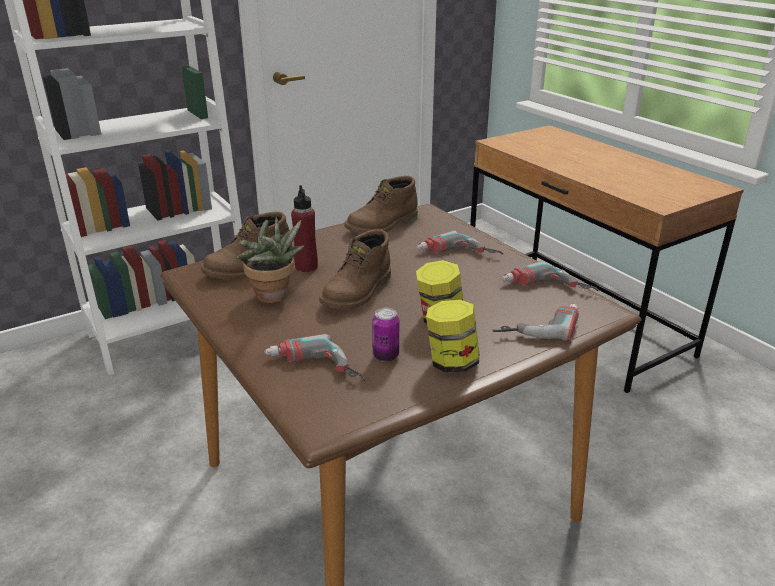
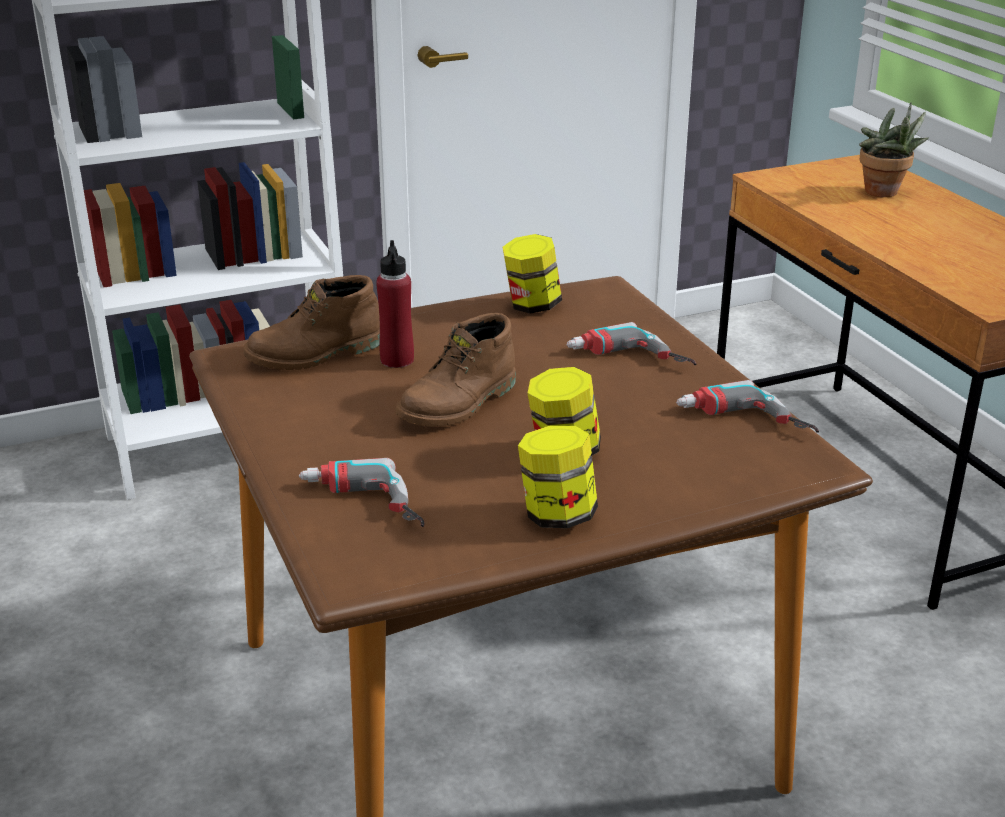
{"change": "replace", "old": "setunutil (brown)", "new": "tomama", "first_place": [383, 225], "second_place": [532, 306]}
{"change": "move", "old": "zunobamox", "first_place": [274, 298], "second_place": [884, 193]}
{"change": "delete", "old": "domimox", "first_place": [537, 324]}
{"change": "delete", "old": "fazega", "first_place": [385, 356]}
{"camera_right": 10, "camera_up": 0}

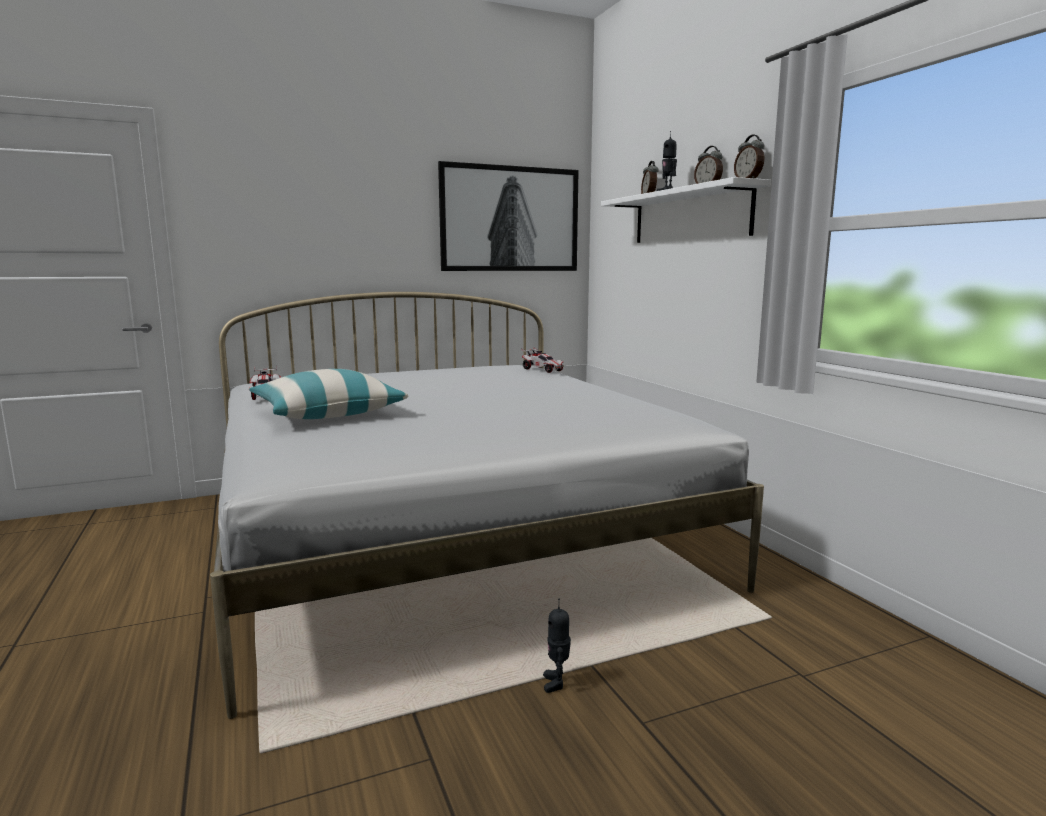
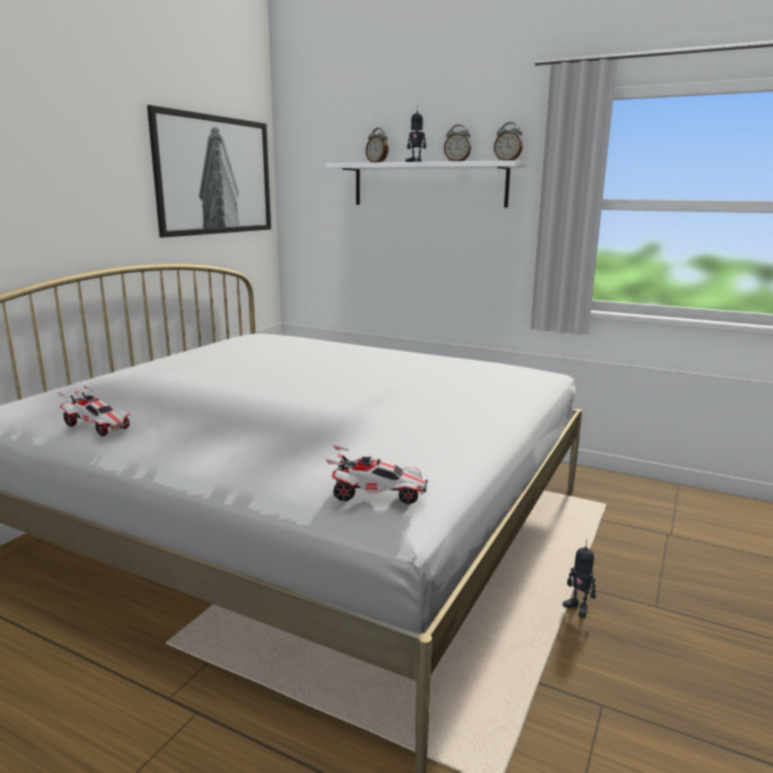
{"change": "move", "old": "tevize", "first_place": [542, 370], "second_place": [377, 494]}
{"change": "delete", "old": "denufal", "first_place": [327, 412]}
{"camera_right": -40, "camera_up": 5}

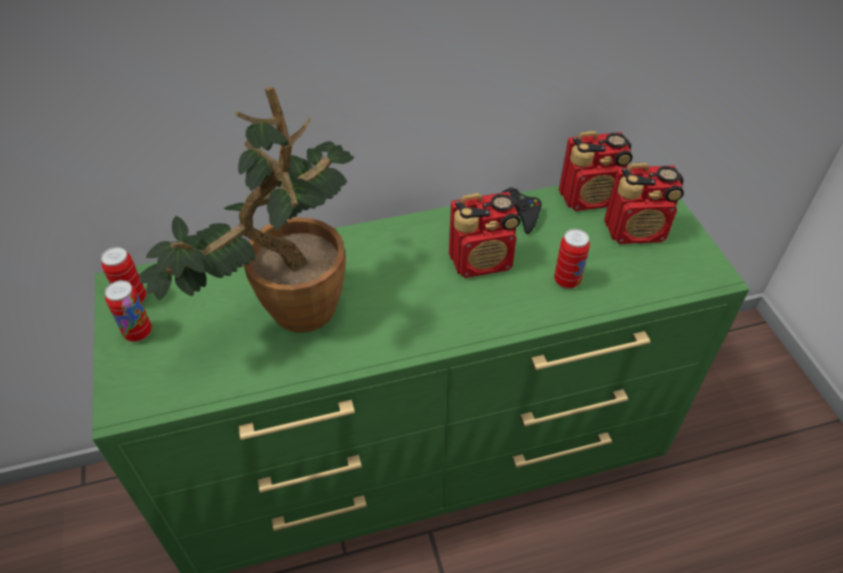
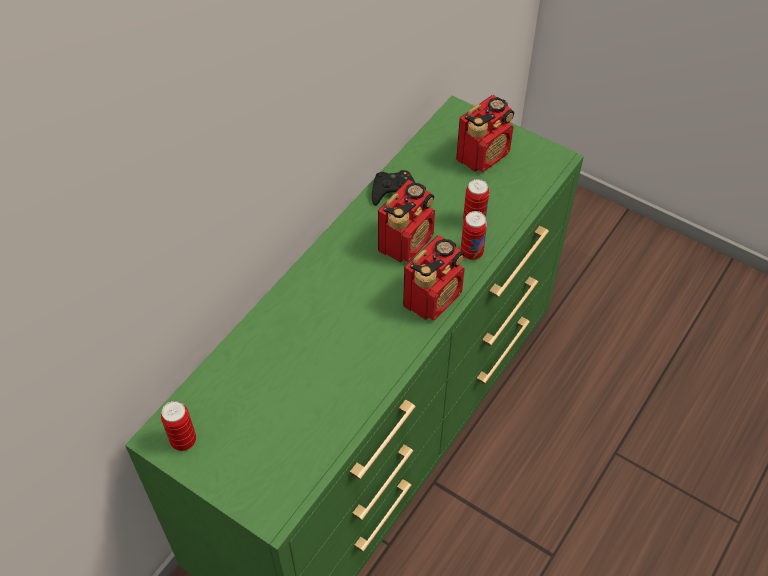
{"change": "delete", "old": "zunobamox", "first_place": [287, 313]}
{"change": "move", "old": "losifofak", "first_place": [590, 198], "second_place": [433, 298]}
{"change": "move", "old": "fazega", "first_place": [138, 332], "second_place": [471, 253]}
{"camera_right": -40, "camera_up": 5}

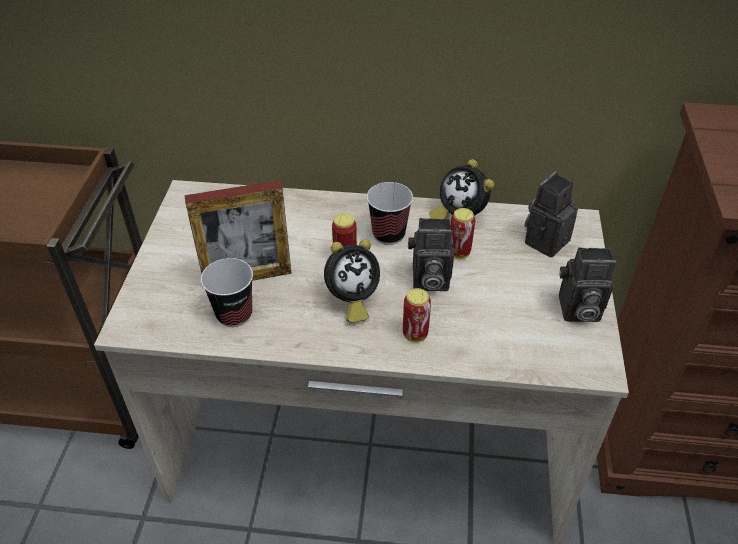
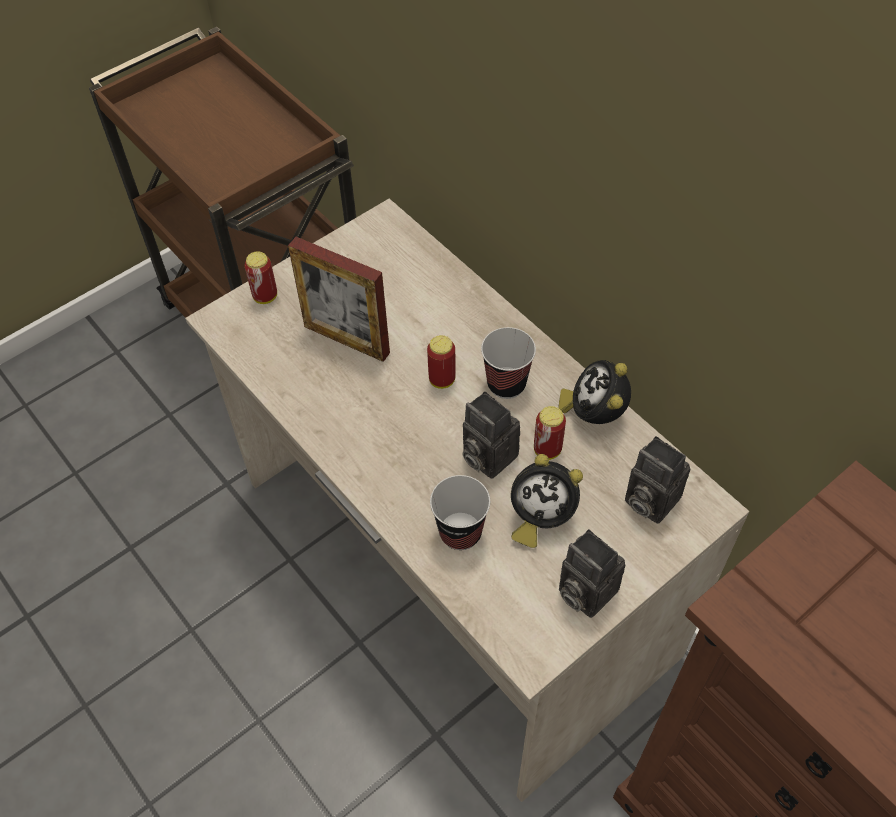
{"change": "rotate", "old": "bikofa", "first_place": [545, 239], "second_place": [648, 500], "degrees": -135}
{"change": "move", "old": "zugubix", "first_place": [351, 300], "second_place": [539, 516]}
{"change": "move", "old": "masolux", "first_place": [234, 314], "second_place": [460, 532]}
{"change": "move", "old": "fazega", "first_place": [415, 334], "second_place": [265, 296]}
{"camera_right": 45, "camera_up": 10}

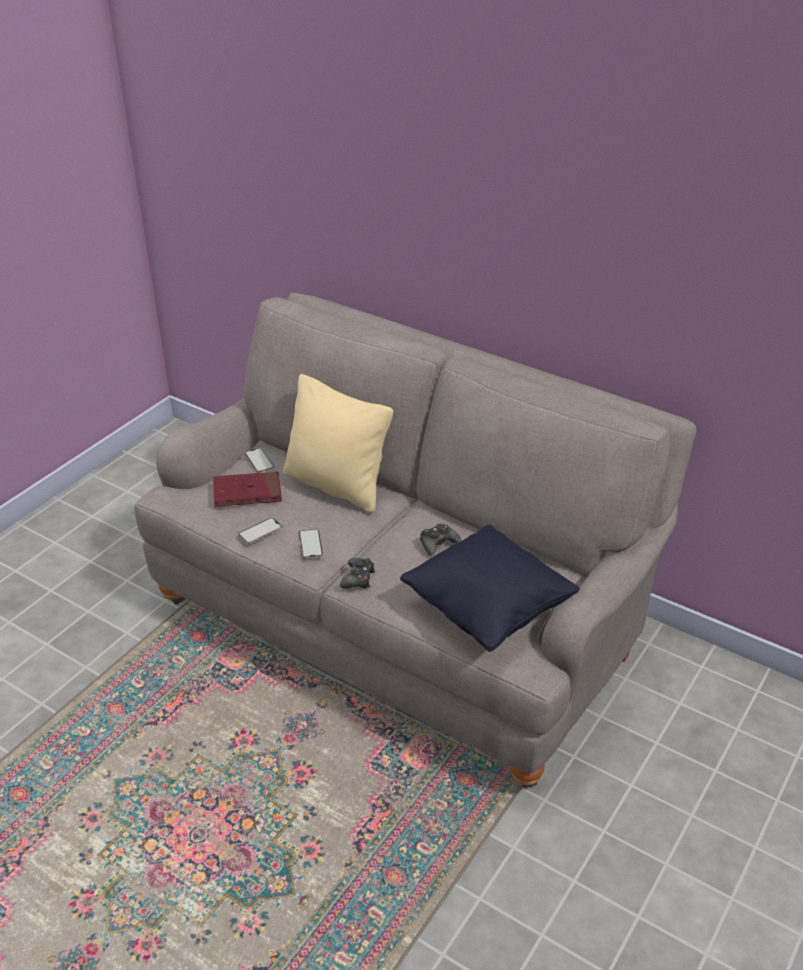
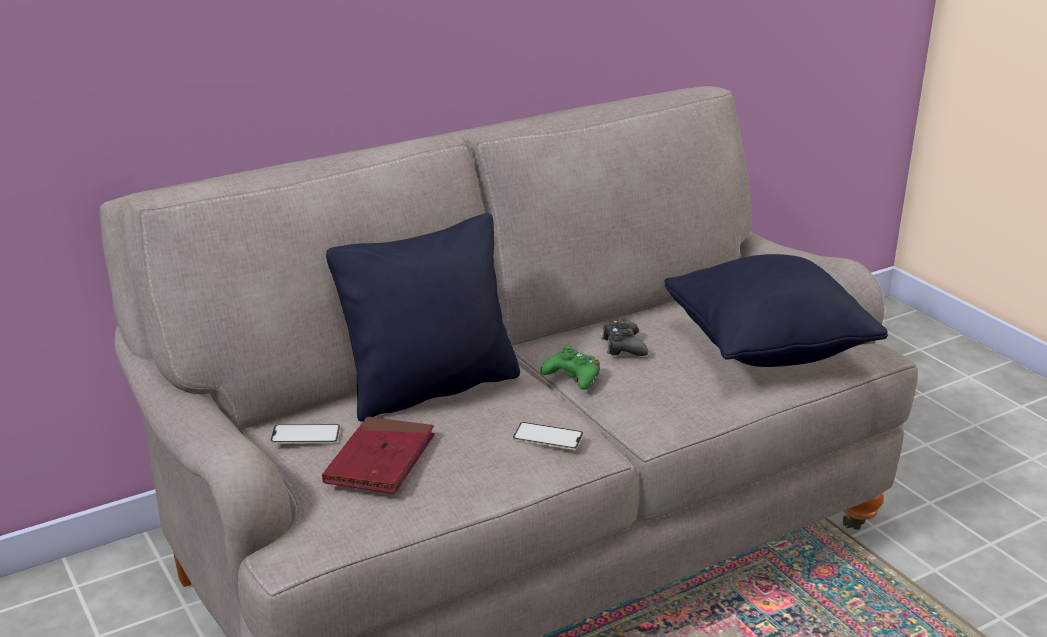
{"change": "recolor", "old": "denufal (beige)", "new": "denufal (black)", "first_place": [336, 485], "second_place": [430, 388]}
{"change": "delete", "old": "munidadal", "first_place": [260, 531]}
{"change": "delete", "old": "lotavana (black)", "first_place": [358, 578]}
{"change": "insert", "new": "lotavana (green)", "second_place": [573, 376]}
{"camera_right": -65, "camera_up": -10}

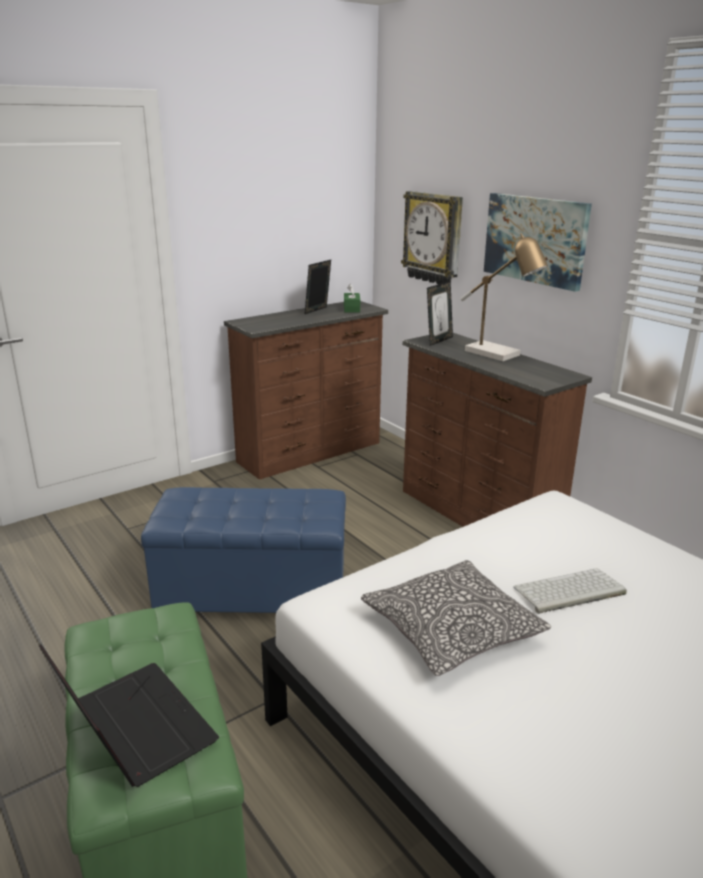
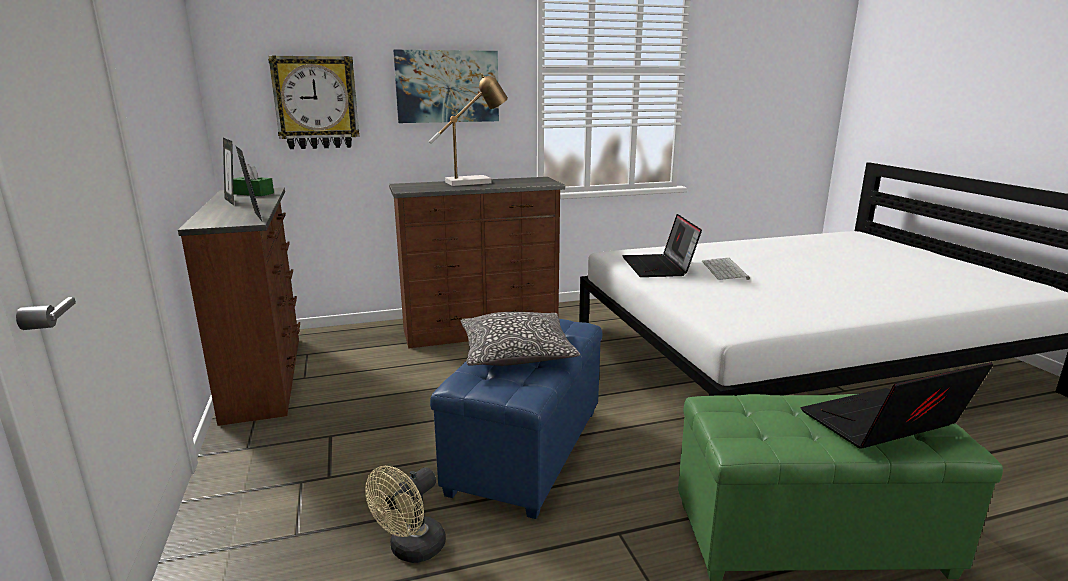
{"change": "move", "old": "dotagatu", "first_place": [438, 340], "second_place": [253, 217]}
{"change": "move", "old": "denufal", "first_place": [451, 630], "second_place": [516, 353]}
{"change": "insert", "new": "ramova", "second_place": [659, 267]}
{"change": "insert", "new": "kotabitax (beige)", "second_place": [411, 550]}
{"camera_right": -70, "camera_up": -5}

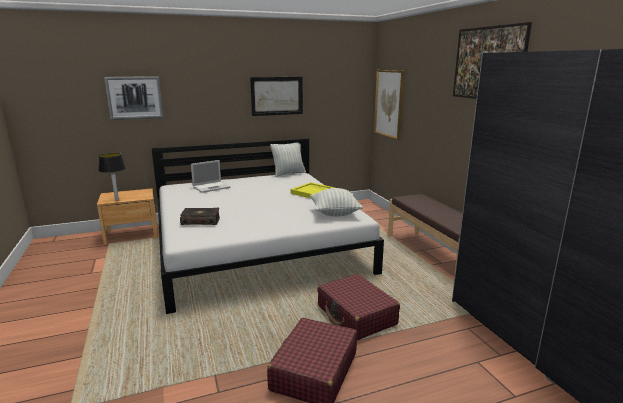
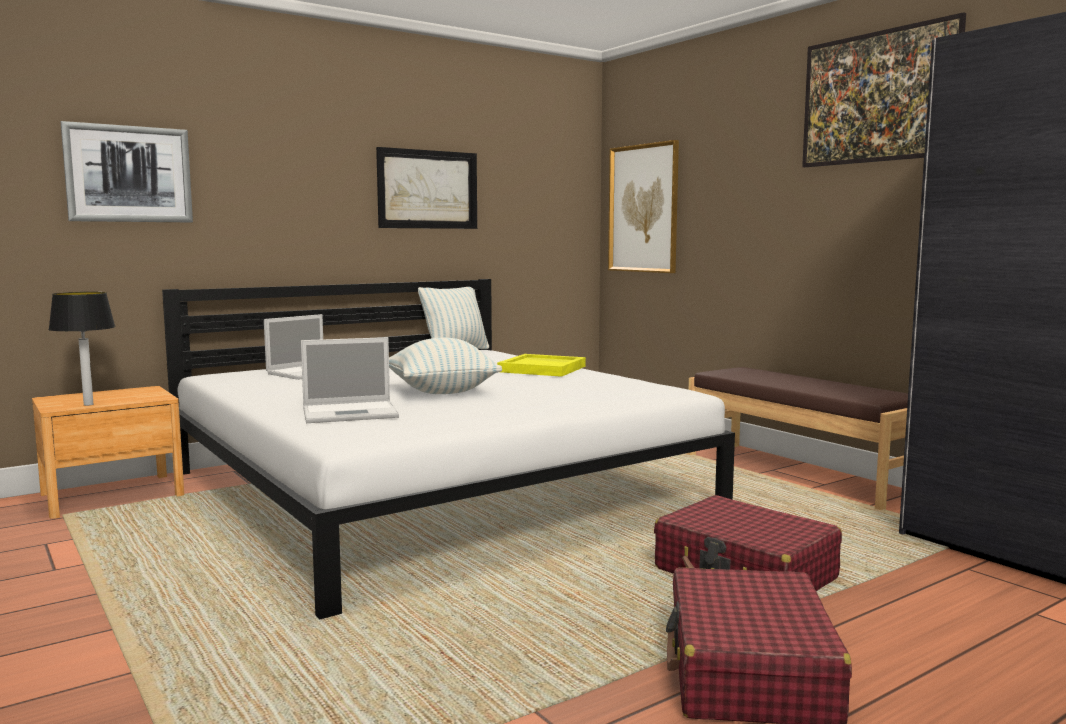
{"change": "move", "old": "denufal", "first_place": [335, 213], "second_place": [441, 391]}
{"change": "replace", "old": "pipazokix", "new": "ramova", "first_place": [201, 221], "second_place": [352, 413]}
{"camera_right": -15, "camera_up": -10}

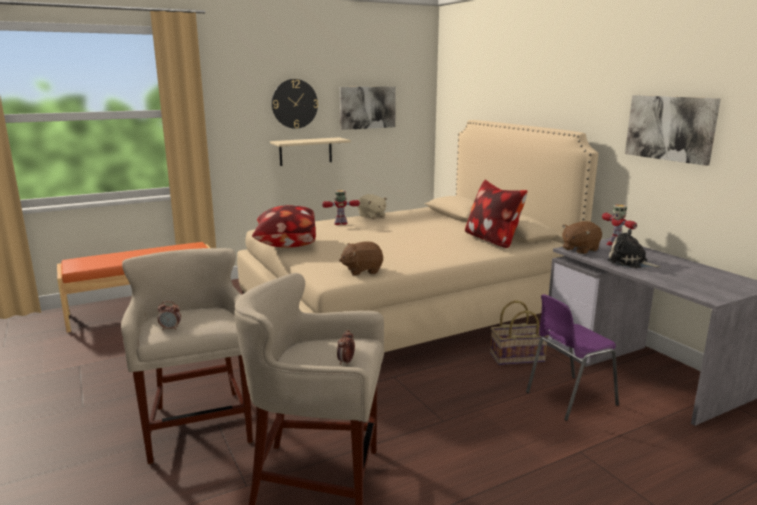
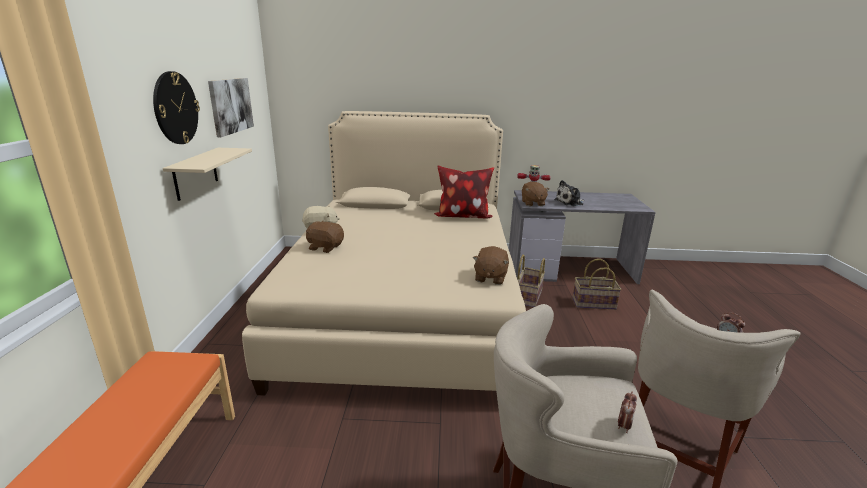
{"change": "delete", "old": "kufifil", "first_place": [670, 128]}
{"change": "replace", "old": "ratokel", "new": "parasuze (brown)", "first_place": [341, 223], "second_place": [325, 247]}
{"change": "delete", "old": "denufal", "first_place": [285, 245]}
{"change": "replace", "old": "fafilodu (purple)", "new": "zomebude", "first_place": [568, 398], "second_place": [593, 304]}
{"camera_right": -60, "camera_up": 5}

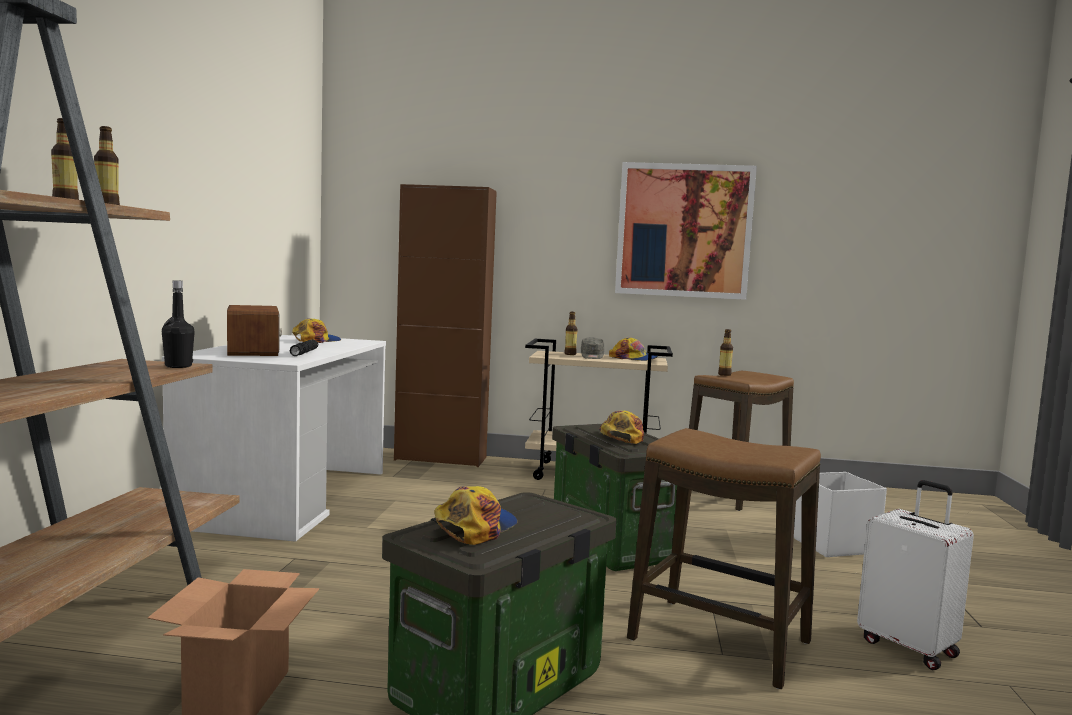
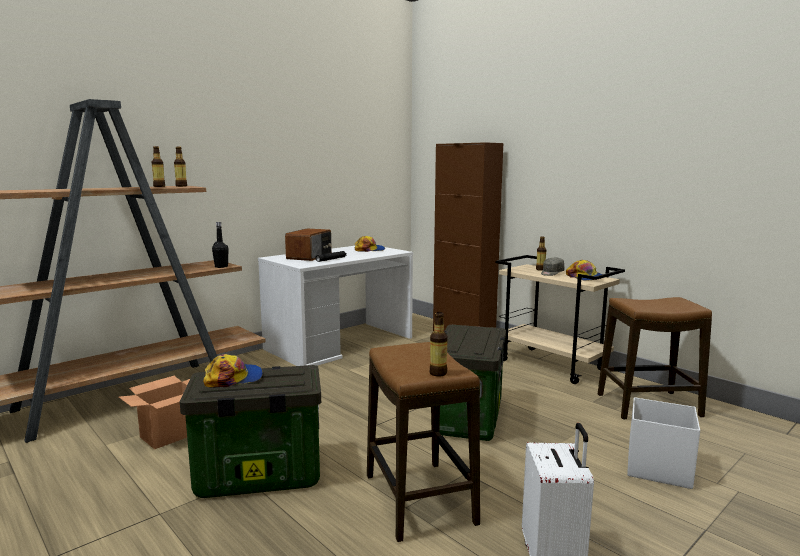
{"change": "delete", "old": "kufifil", "first_place": [684, 231]}
{"change": "move", "old": "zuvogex", "first_place": [724, 375], "second_place": [438, 373]}
{"change": "delete", "old": "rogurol", "first_place": [622, 437]}
{"camera_right": 40, "camera_up": 5}

